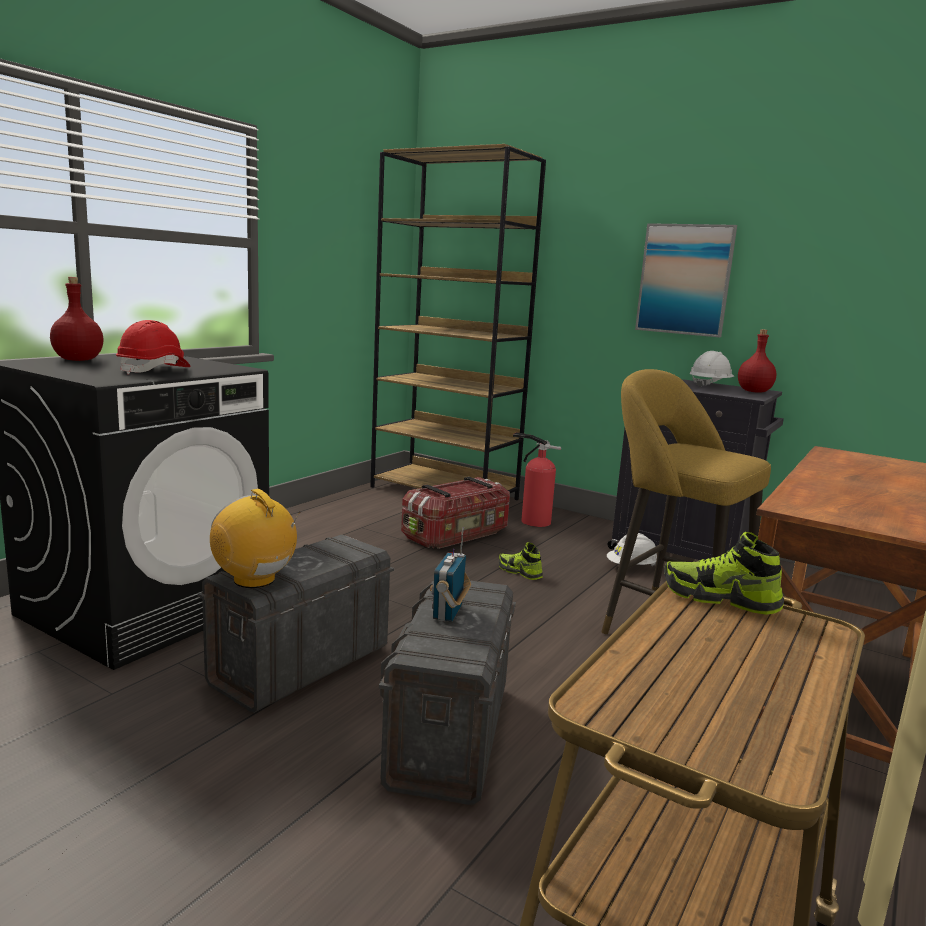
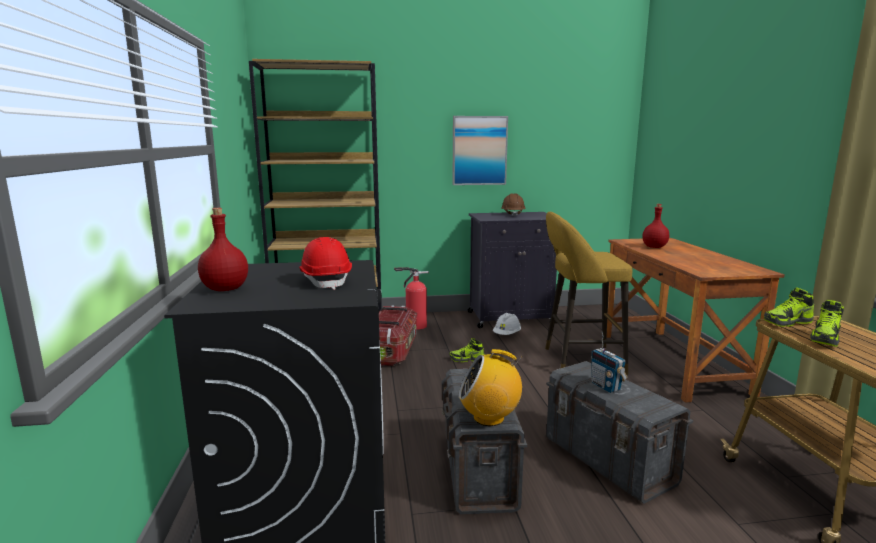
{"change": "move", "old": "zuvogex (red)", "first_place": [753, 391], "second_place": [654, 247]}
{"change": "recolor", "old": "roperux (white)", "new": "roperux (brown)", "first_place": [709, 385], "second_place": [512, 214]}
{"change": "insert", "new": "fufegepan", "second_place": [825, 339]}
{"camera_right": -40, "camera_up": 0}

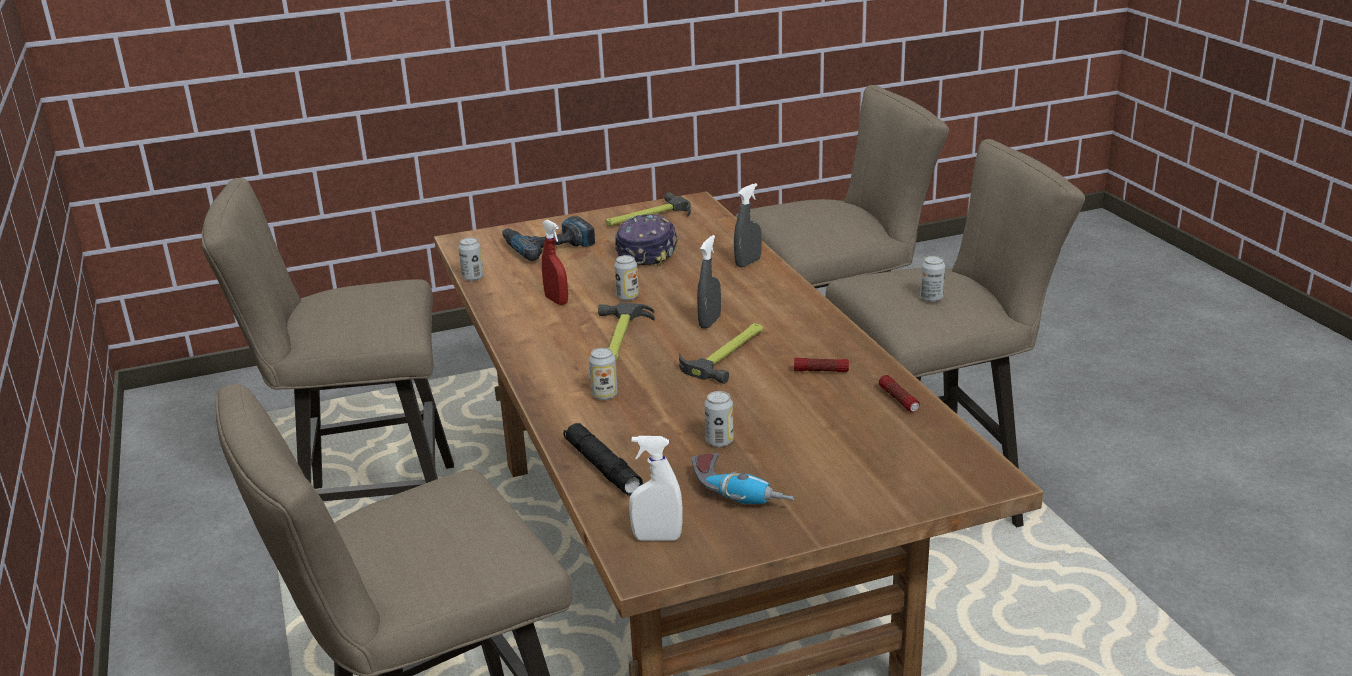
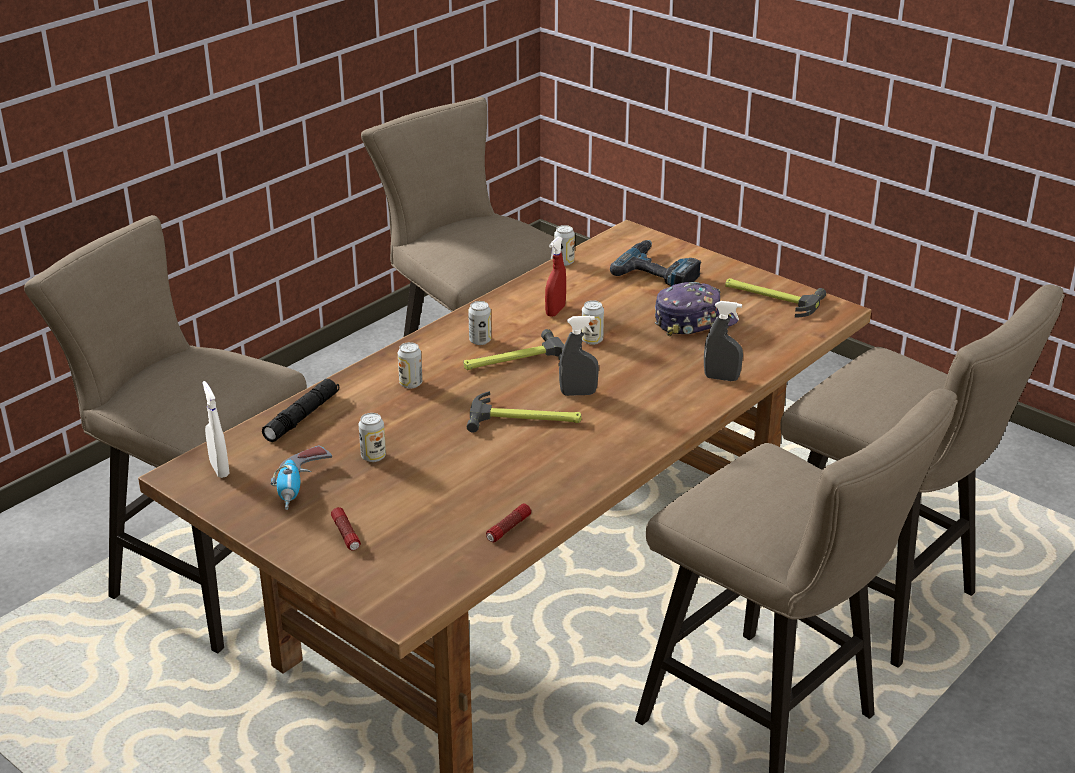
{"change": "move", "old": "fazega", "first_place": [931, 298], "second_place": [480, 341]}
{"change": "move", "old": "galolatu", "first_place": [821, 371], "second_place": [346, 534]}
{"camera_right": 60, "camera_up": 5}

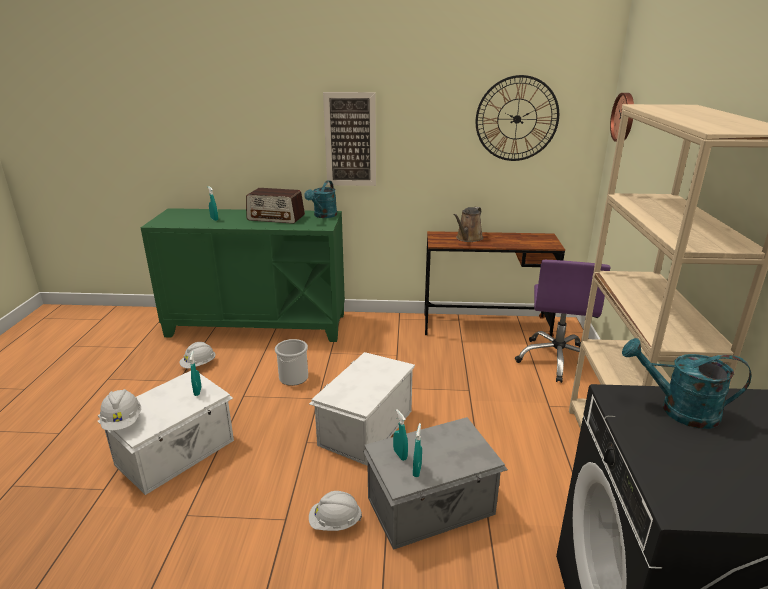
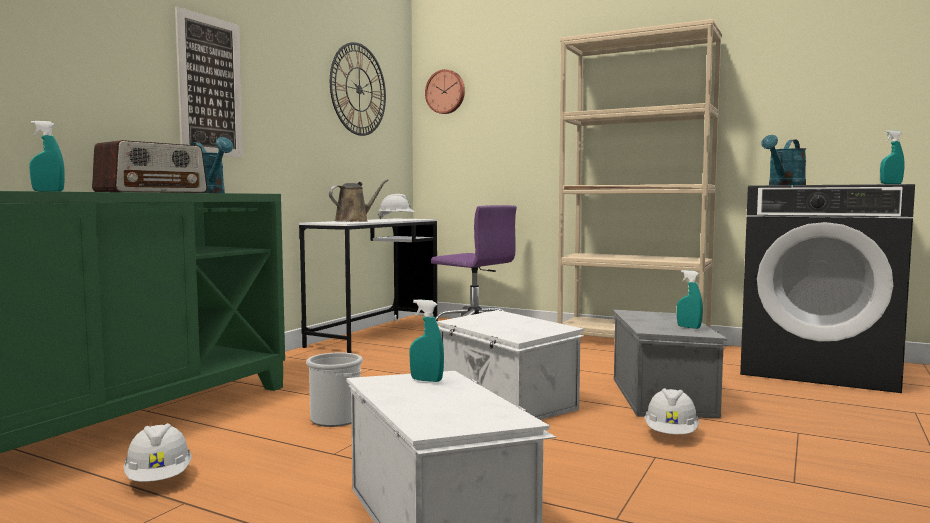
{"change": "rotate", "old": "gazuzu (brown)", "first_place": [468, 238], "second_place": [354, 221], "degrees": -105}
{"change": "recolor", "old": "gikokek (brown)", "new": "gikokek (white)", "first_place": [485, 326], "second_place": [375, 335]}
{"change": "move", "old": "roperux (white)", "first_place": [122, 422], "second_place": [397, 219]}
{"change": "move", "old": "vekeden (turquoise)", "first_place": [400, 455], "second_place": [891, 184]}
{"camera_right": -65, "camera_up": -20}

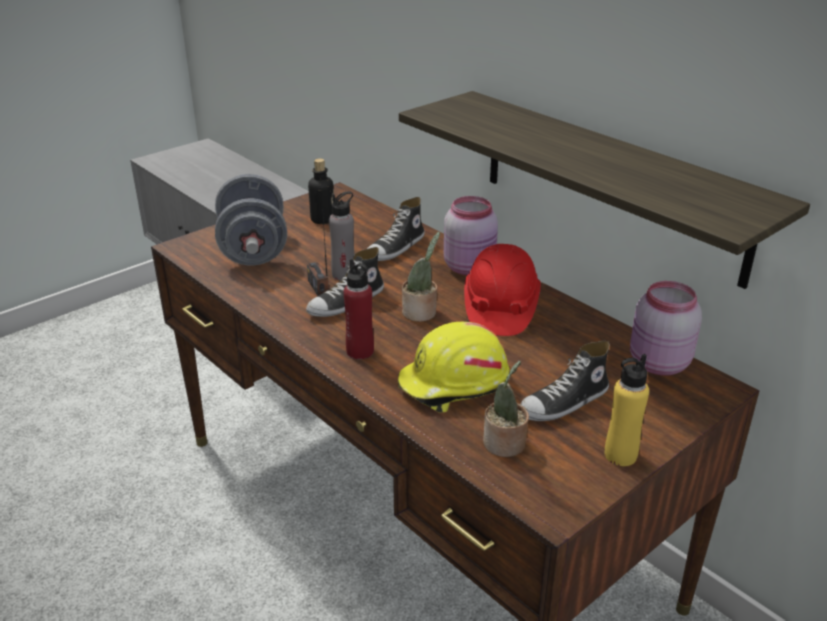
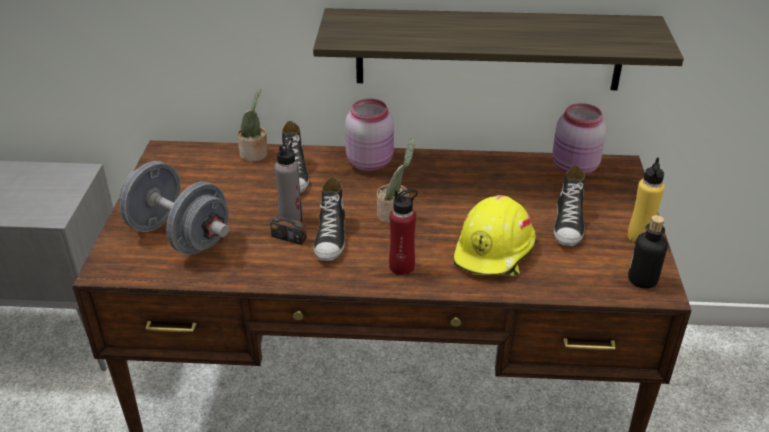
{"change": "move", "old": "zuvogex", "first_place": [323, 219], "second_place": [642, 280]}
{"change": "delete", "old": "roperux (red)", "first_place": [500, 309]}
{"change": "move", "old": "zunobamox", "first_place": [505, 445], "second_place": [255, 155]}
{"camera_right": -45, "camera_up": 5}

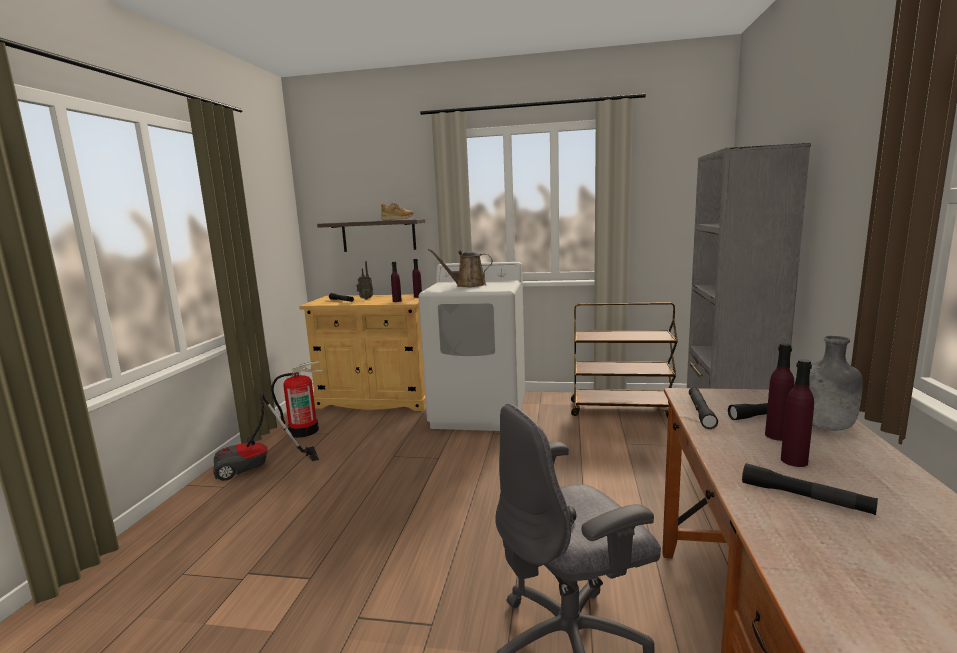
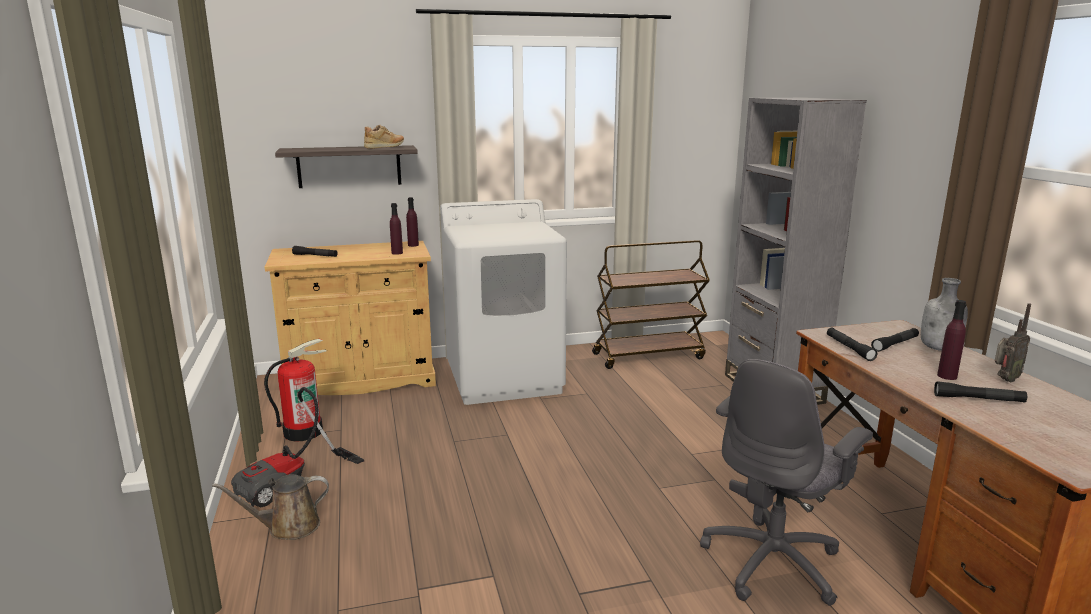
{"change": "move", "old": "gazuzu (brown)", "first_place": [467, 285], "second_place": [288, 527]}
{"change": "move", "old": "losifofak", "first_place": [365, 299], "second_place": [1004, 379]}
{"change": "delete", "old": "zuvogex (purple)", "first_place": [777, 436]}
{"camera_right": -25, "camera_up": 5}

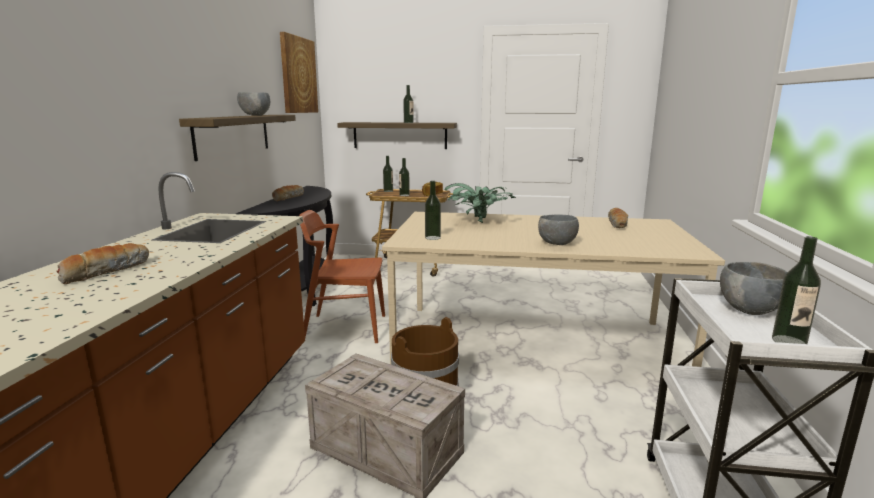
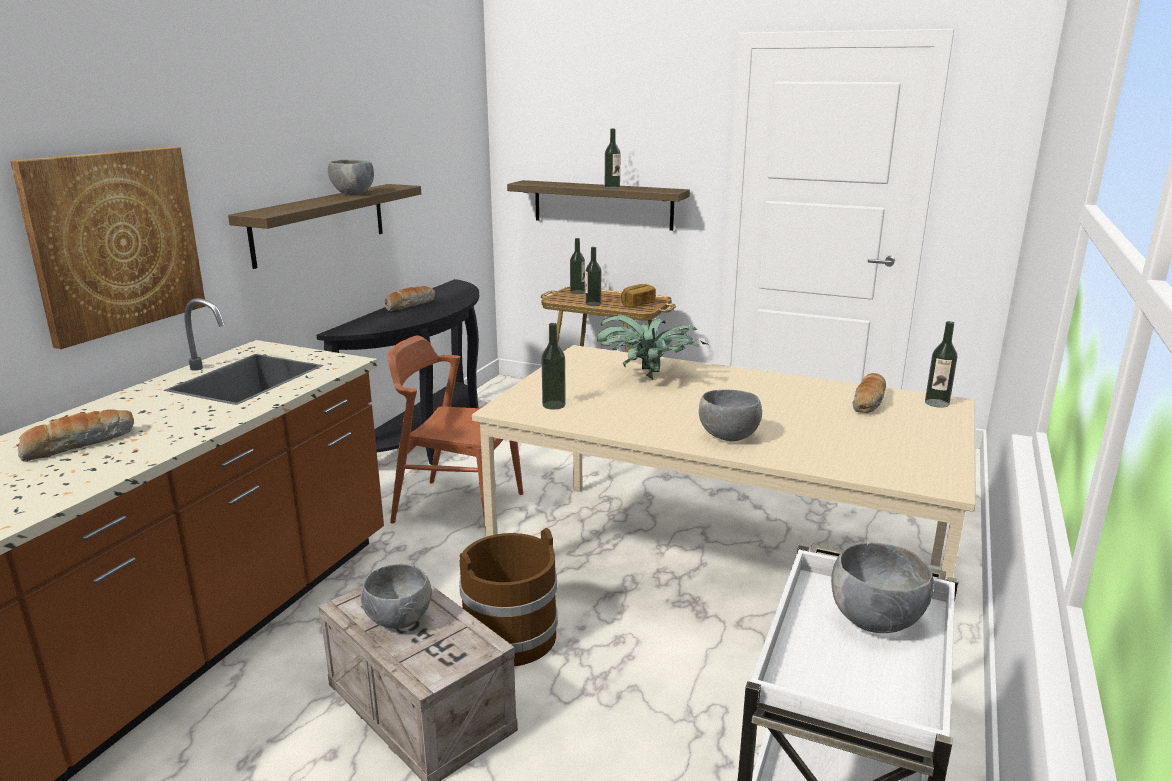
{"change": "move", "old": "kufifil", "first_place": [298, 75], "second_place": [116, 242]}
{"change": "move", "old": "zuvogex", "first_place": [789, 341], "second_place": [936, 403]}
{"change": "insert", "new": "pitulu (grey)", "second_place": [398, 619]}
{"camera_right": 15, "camera_up": 5}

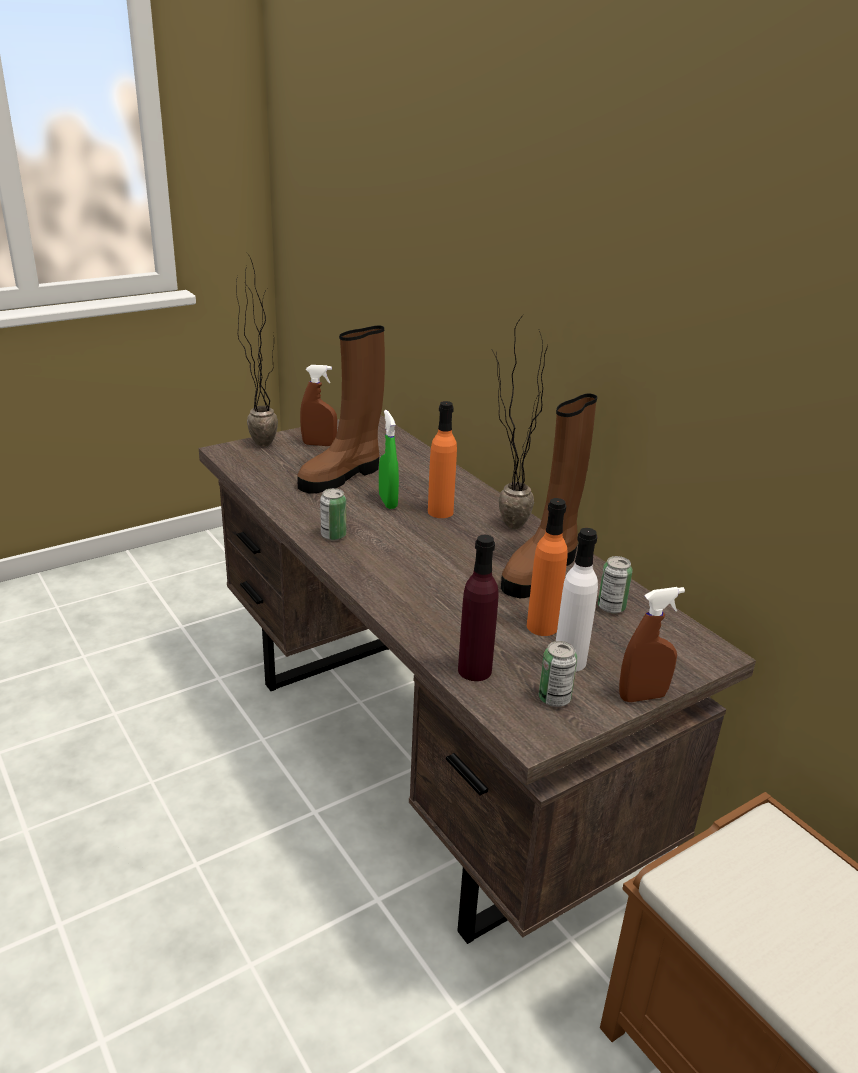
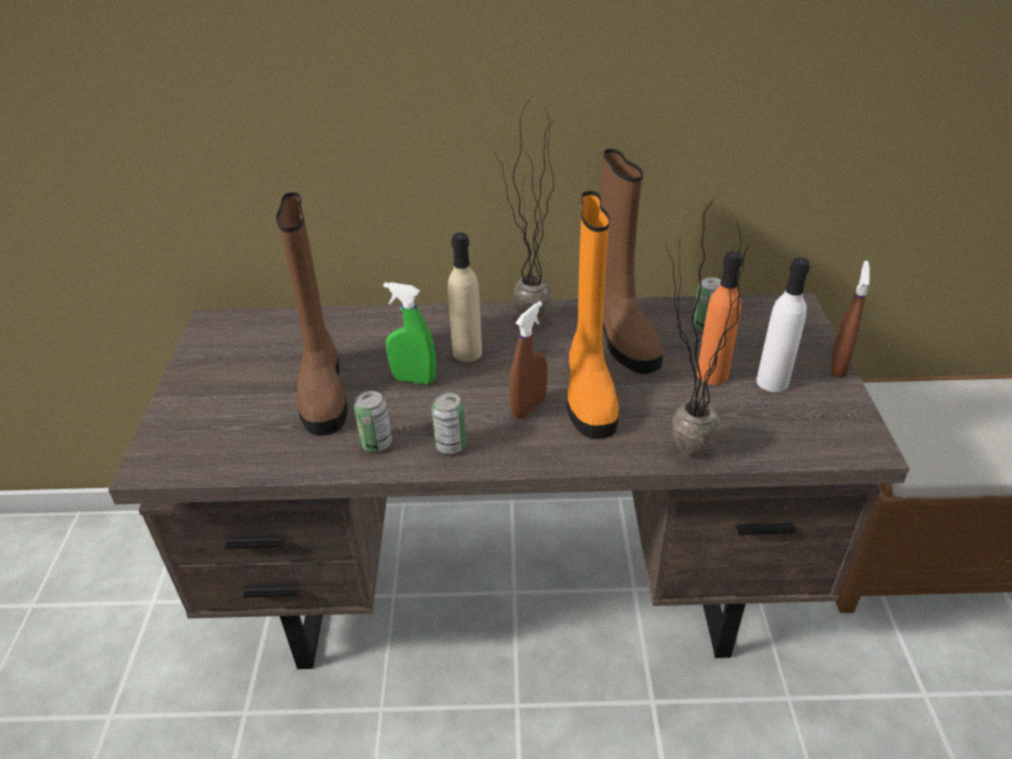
{"change": "move", "old": "zunobamox", "first_place": [262, 440], "second_place": [676, 448]}
{"change": "move", "old": "vekeden (brown)", "first_place": [319, 444], "second_place": [528, 407]}
{"change": "recolor", "old": "zuvogex (orange)", "new": "zuvogex (beige)", "first_place": [440, 512], "second_place": [467, 353]}
{"change": "delete", "old": "zuvogex (purple)", "first_place": [474, 670]}
{"change": "move", "old": "fazega", "first_place": [554, 699], "second_place": [376, 443]}
{"change": "insert", "new": "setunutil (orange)", "second_place": [588, 393]}
{"camera_right": -55, "camera_up": 10}

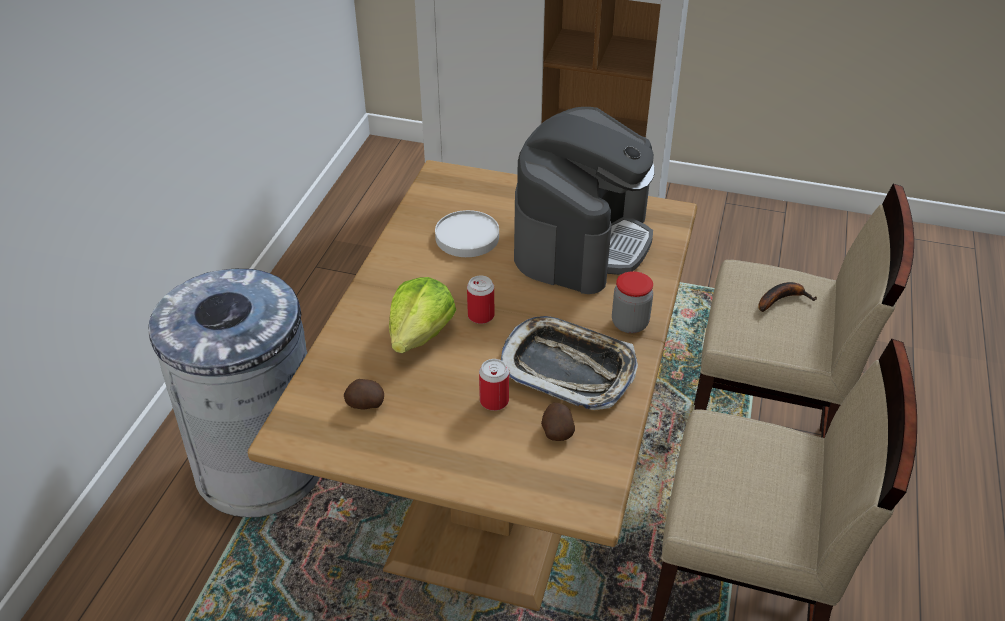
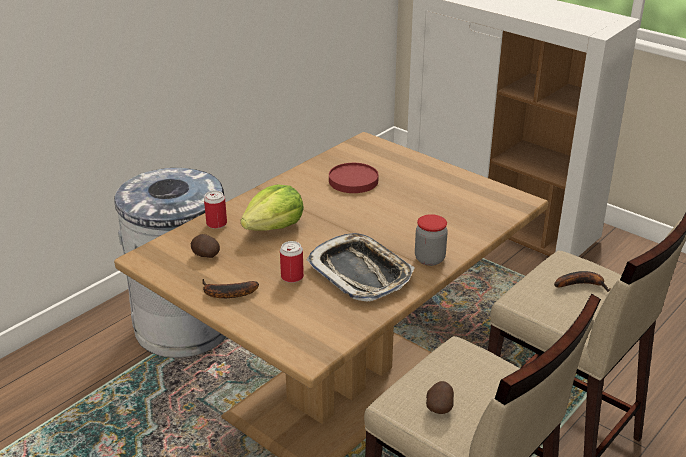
{"change": "delete", "old": "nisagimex", "first_place": [582, 239]}
{"change": "recolor", "old": "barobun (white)", "new": "barobun (red)", "first_place": [466, 237], "second_place": [353, 181]}
{"change": "move", "old": "fazega", "first_place": [481, 316], "second_place": [216, 224]}
{"change": "move", "old": "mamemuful", "first_place": [556, 431], "second_place": [439, 406]}
{"change": "insert", "new": "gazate", "second_place": [226, 294]}
{"camera_right": 25, "camera_up": -10}

